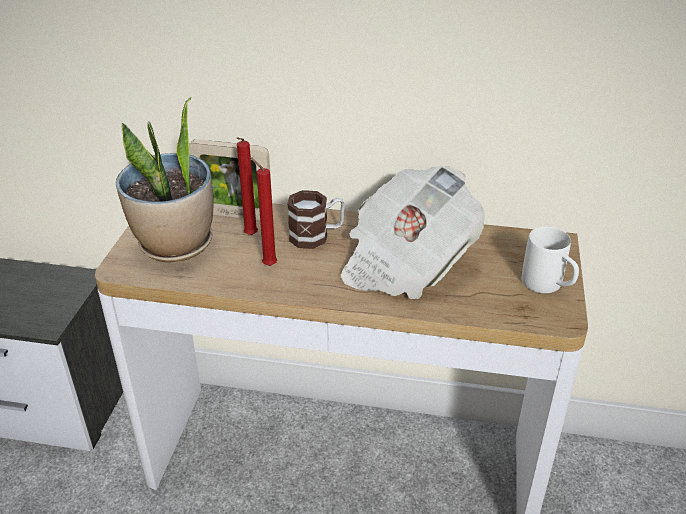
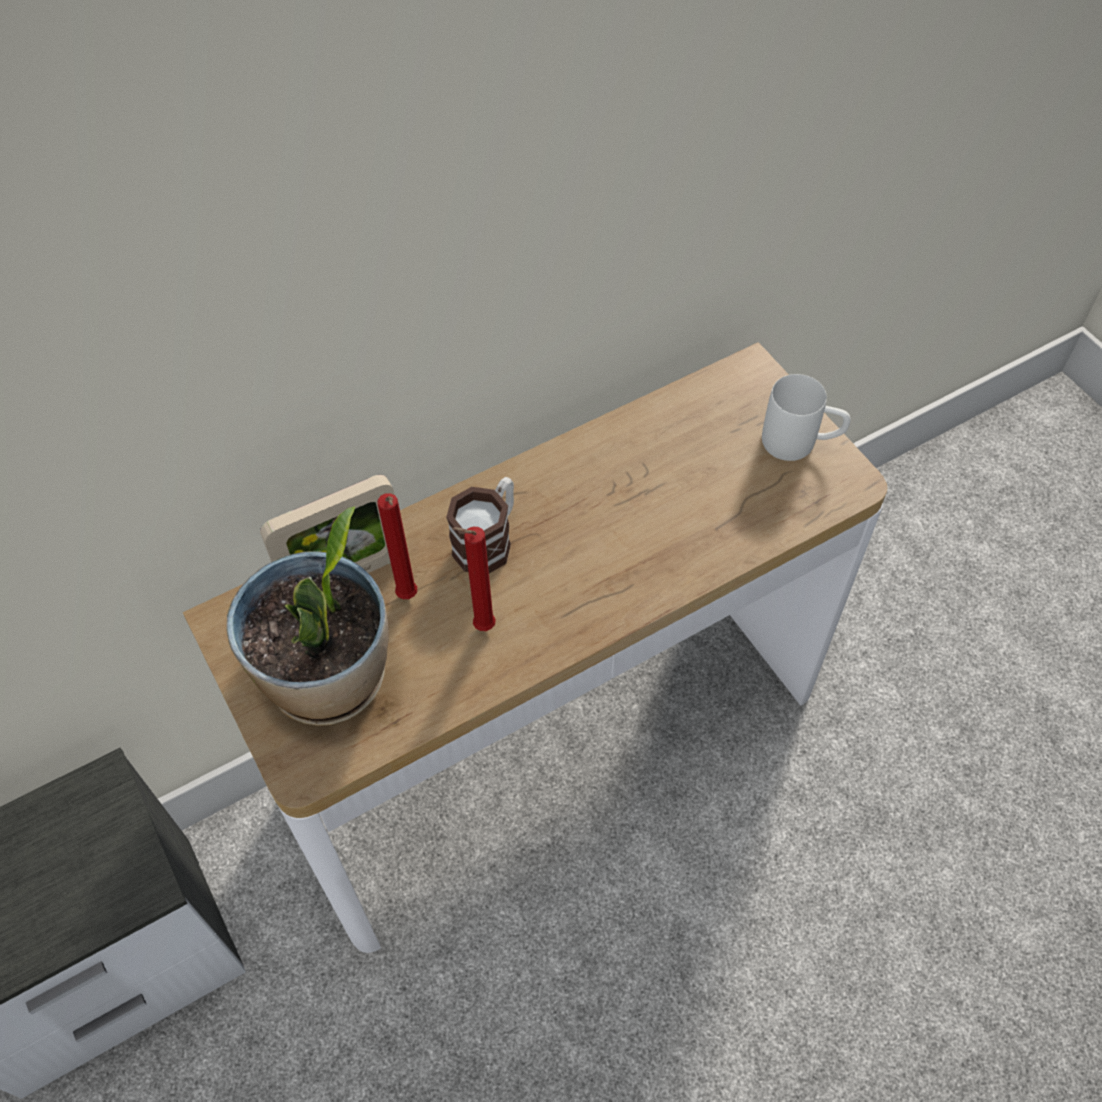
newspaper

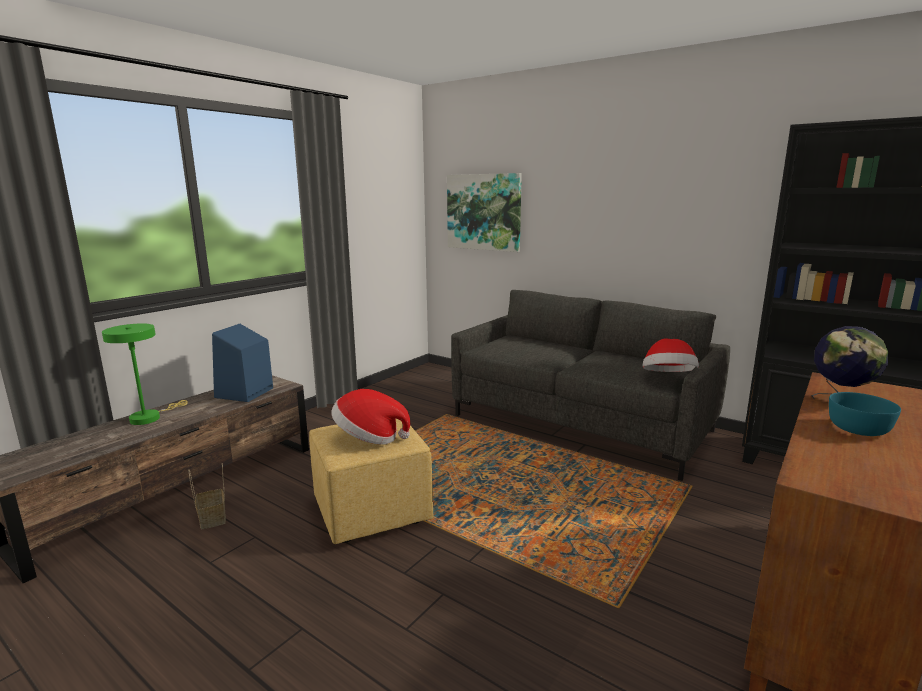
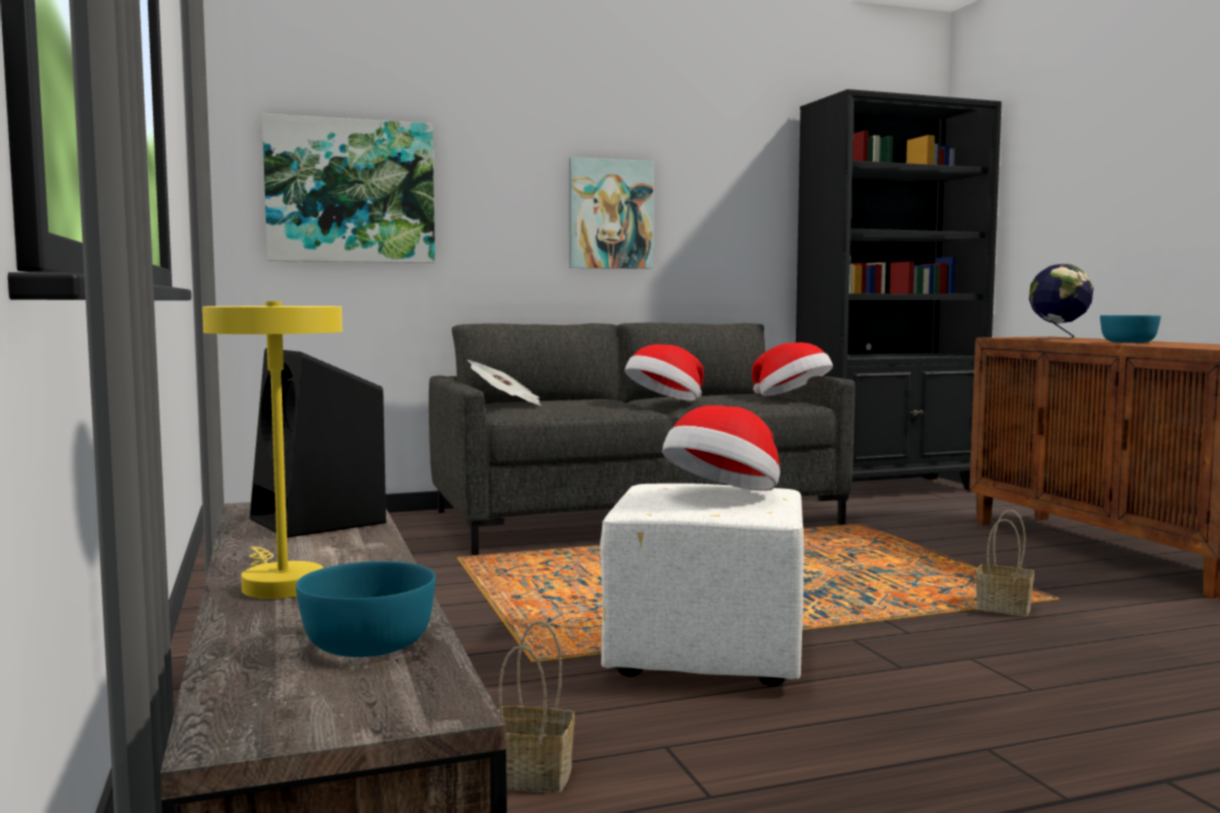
yellow table lamp
black speaker
white ottoman
turquoise bowl (1st from left)
newspaper
picture (2nd from left)
hat (1st from left)
basket (2nd from left)

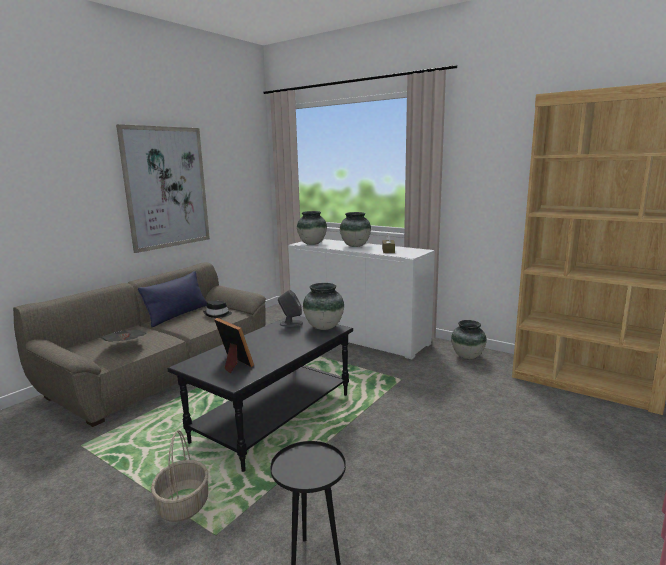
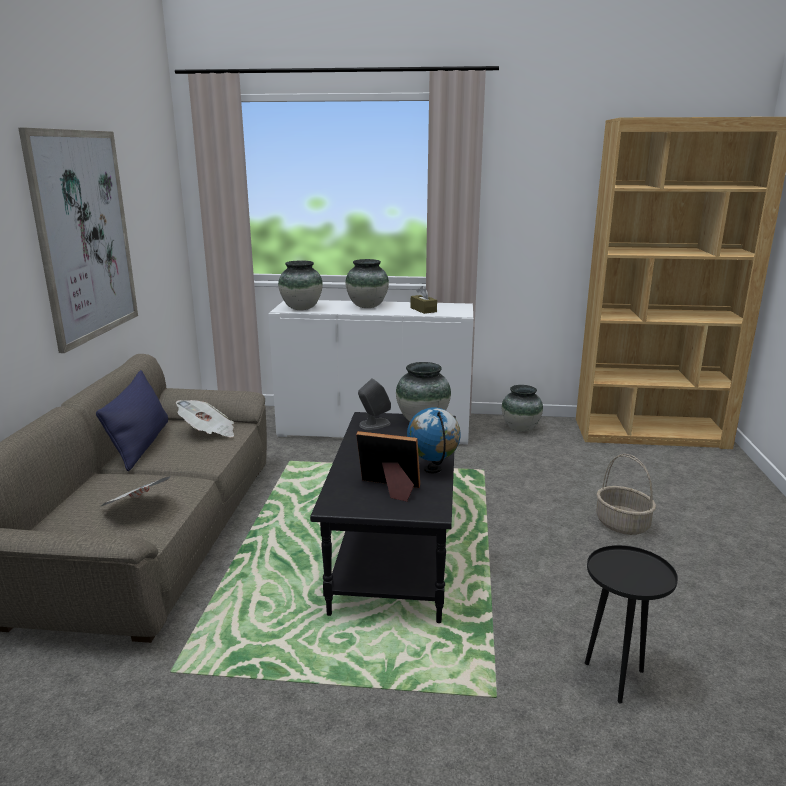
basket
newspaper (2nd from left)
globe

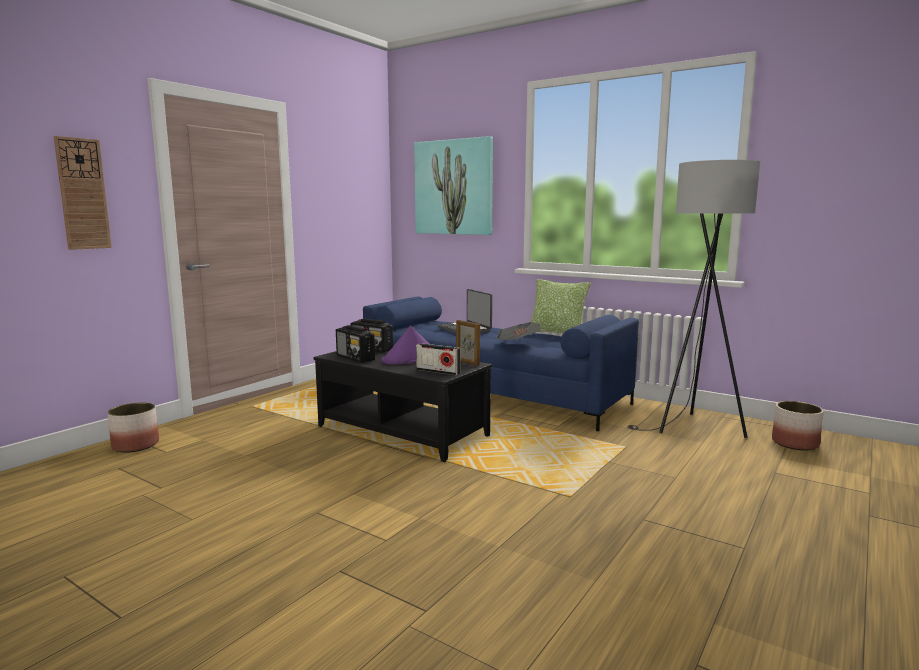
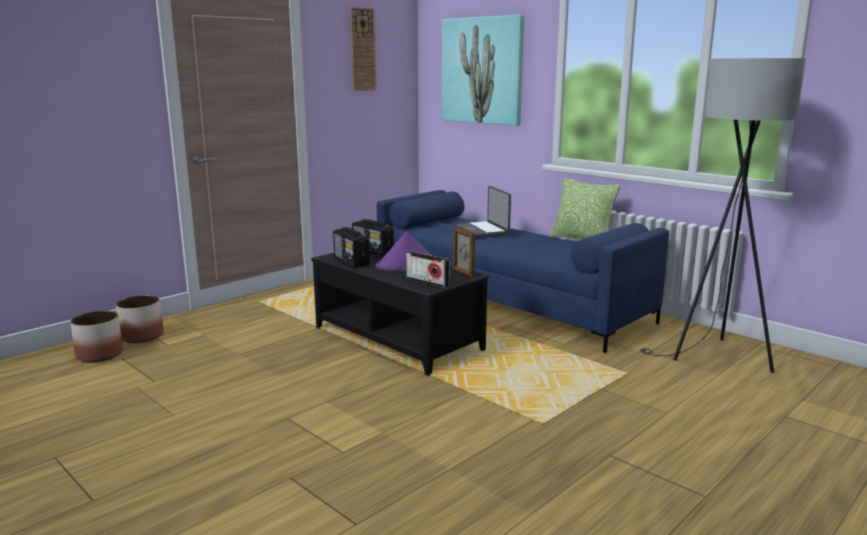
wall clock
newspaper
planter (1st from left)

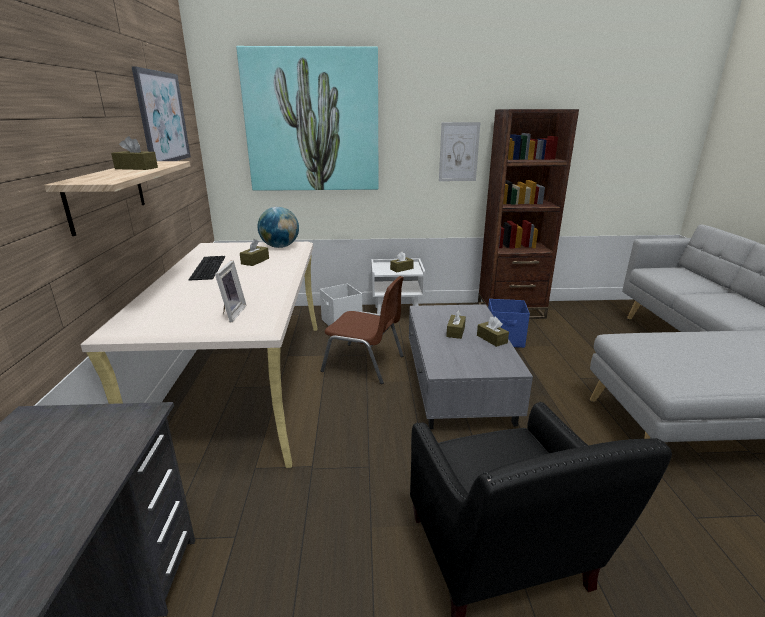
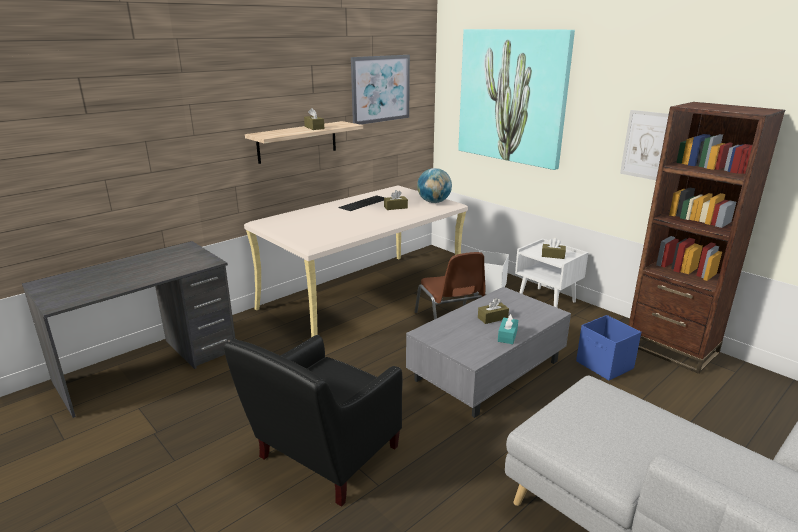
picture frame
turquoise tissue box

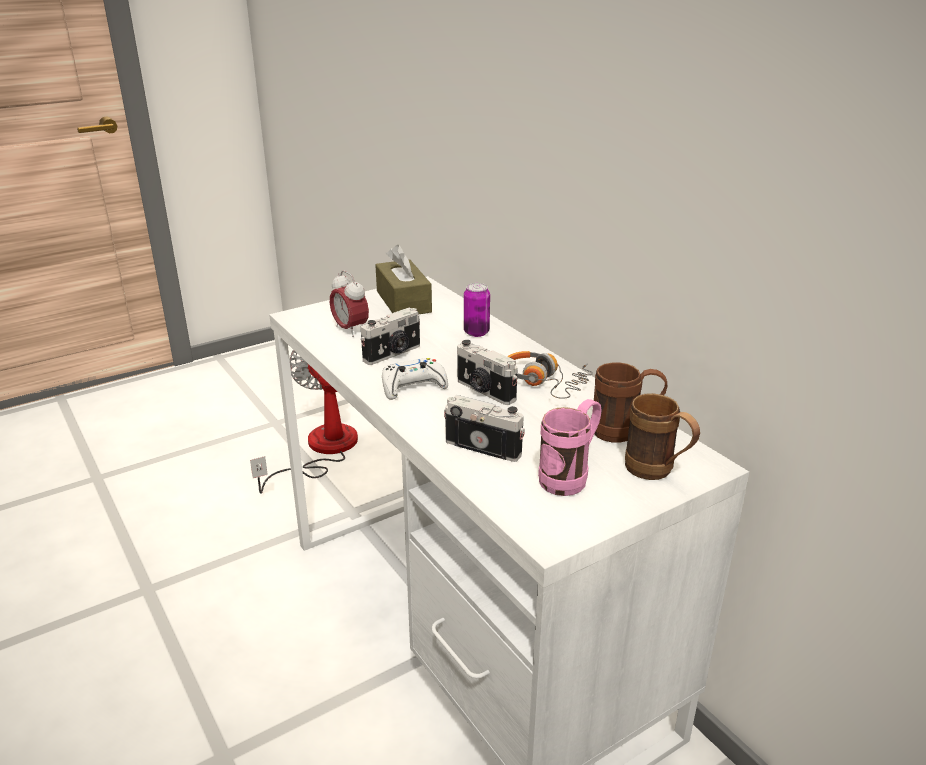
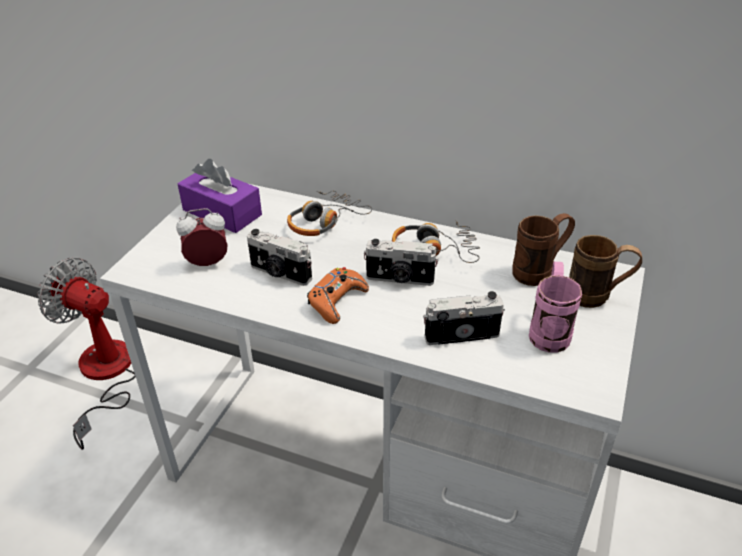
alarm clock
photo camera (1st from left)
purple tissue box
orange game controller
headphones (1st from left)

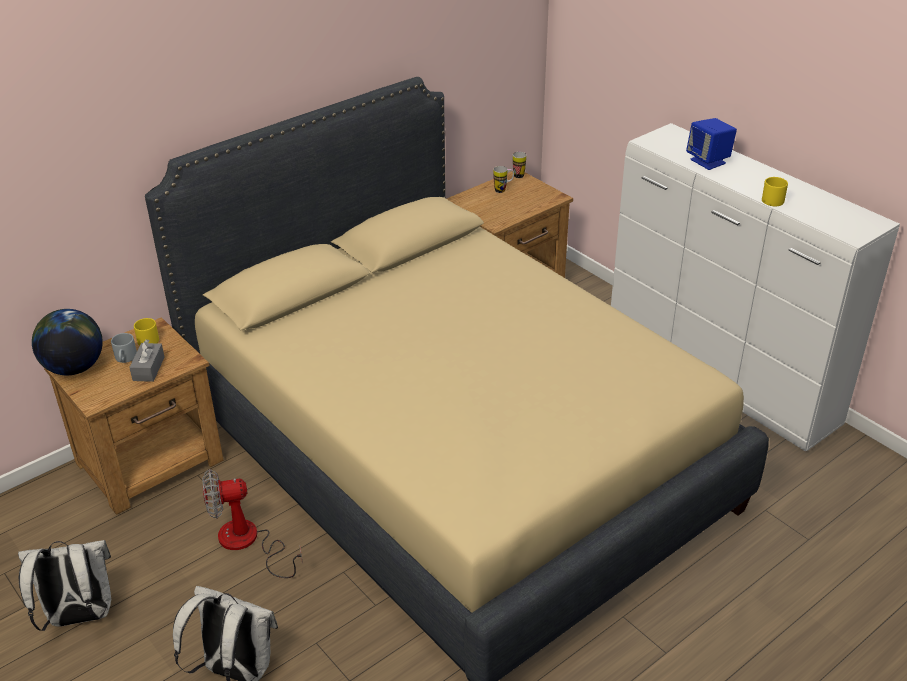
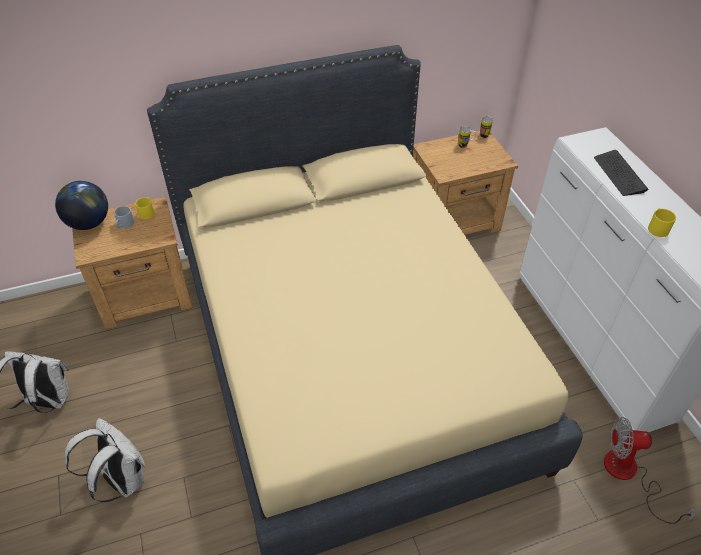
grey tissue box
fan
keyboard

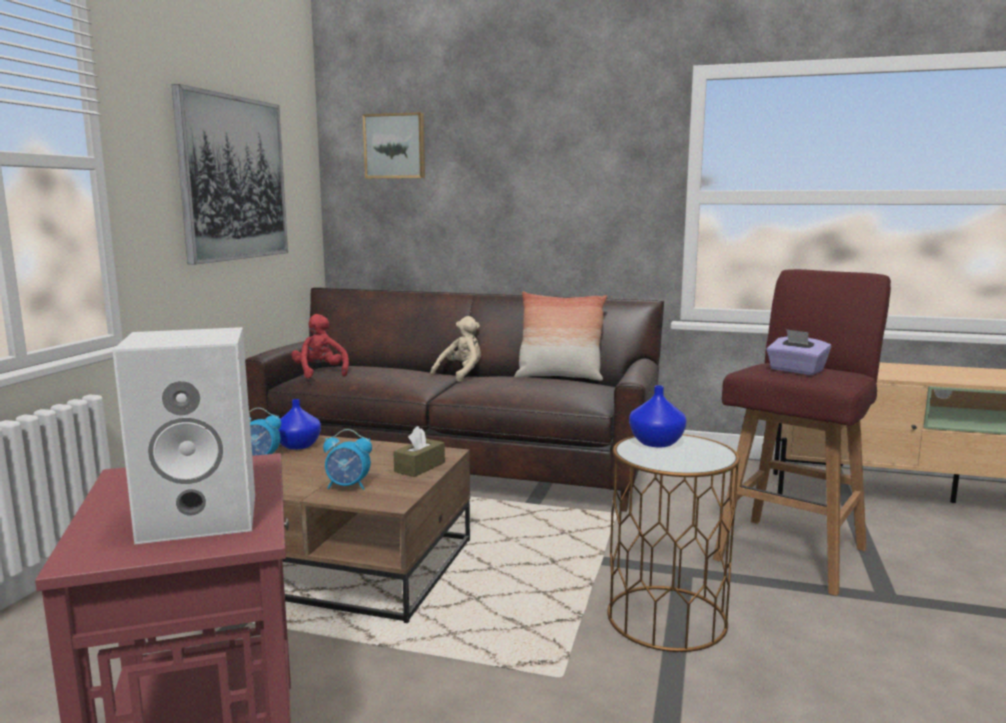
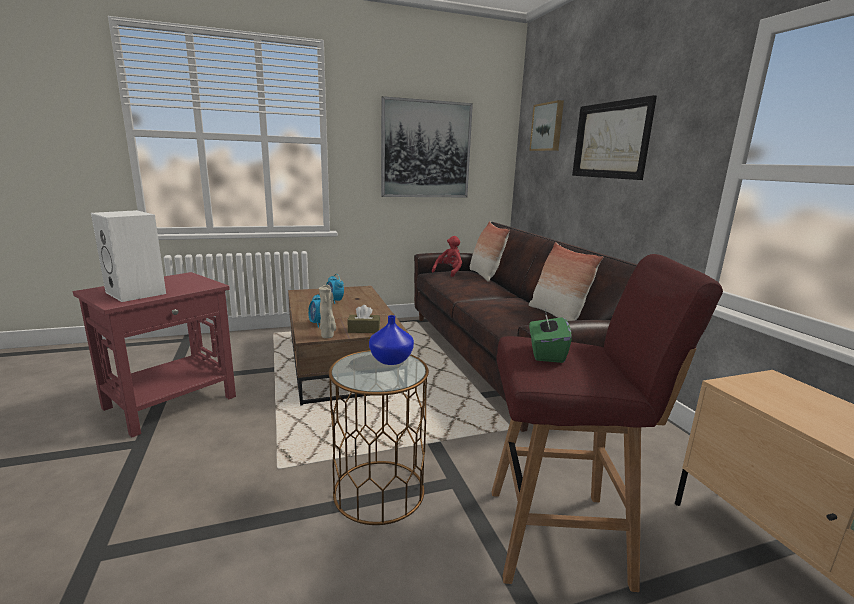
blue vase (1st from left in the first image)
beige plush toy
green tissue box
beige vase
pillow (1st from left)
picture (3rd from left)

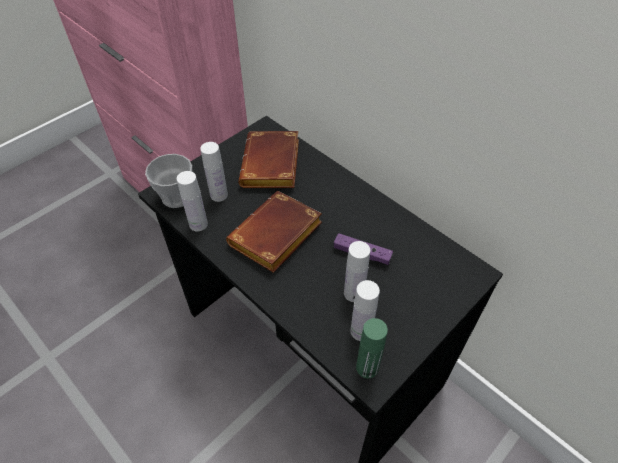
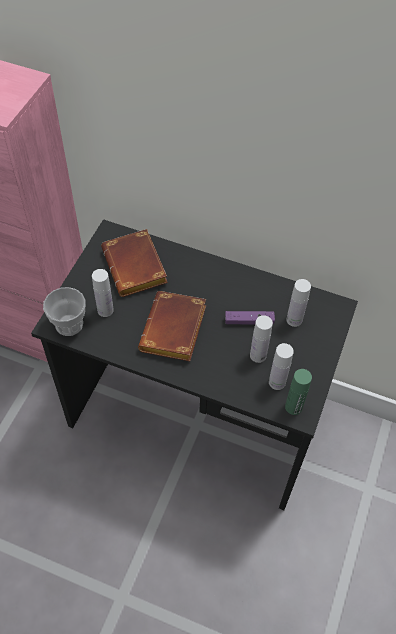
white bottle (4th from left)

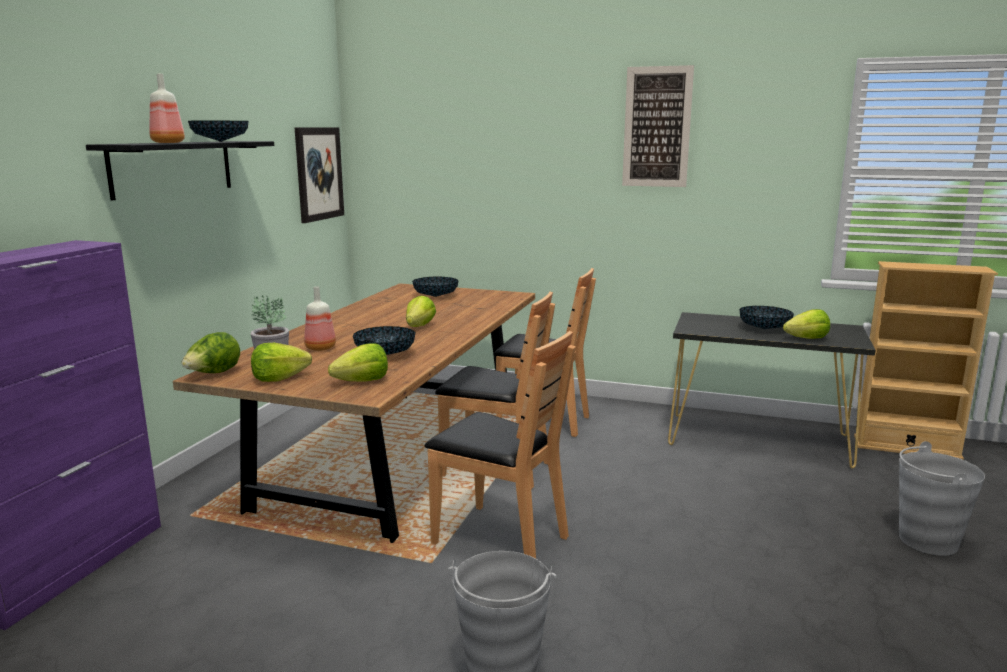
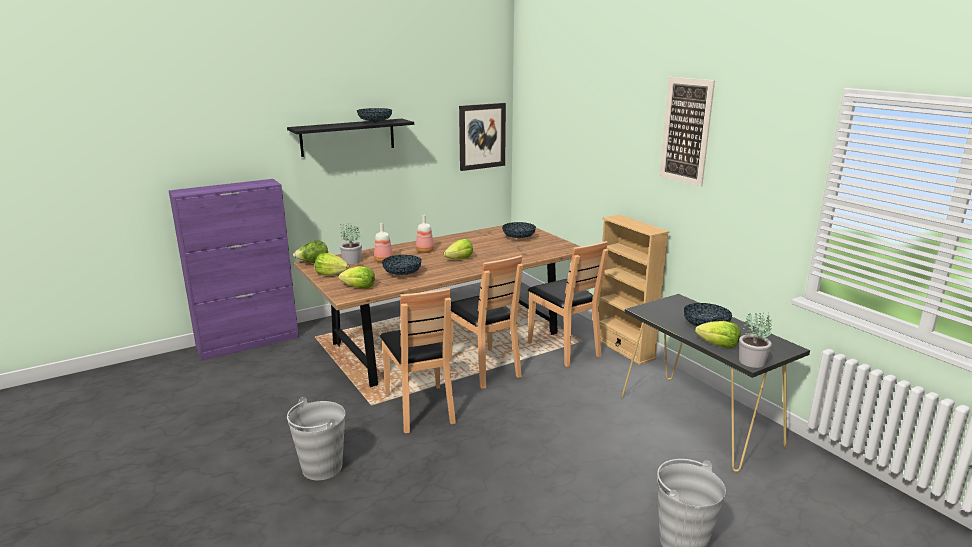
bottle (2nd from left)
beige bookcase
potted plant (2nd from left)

